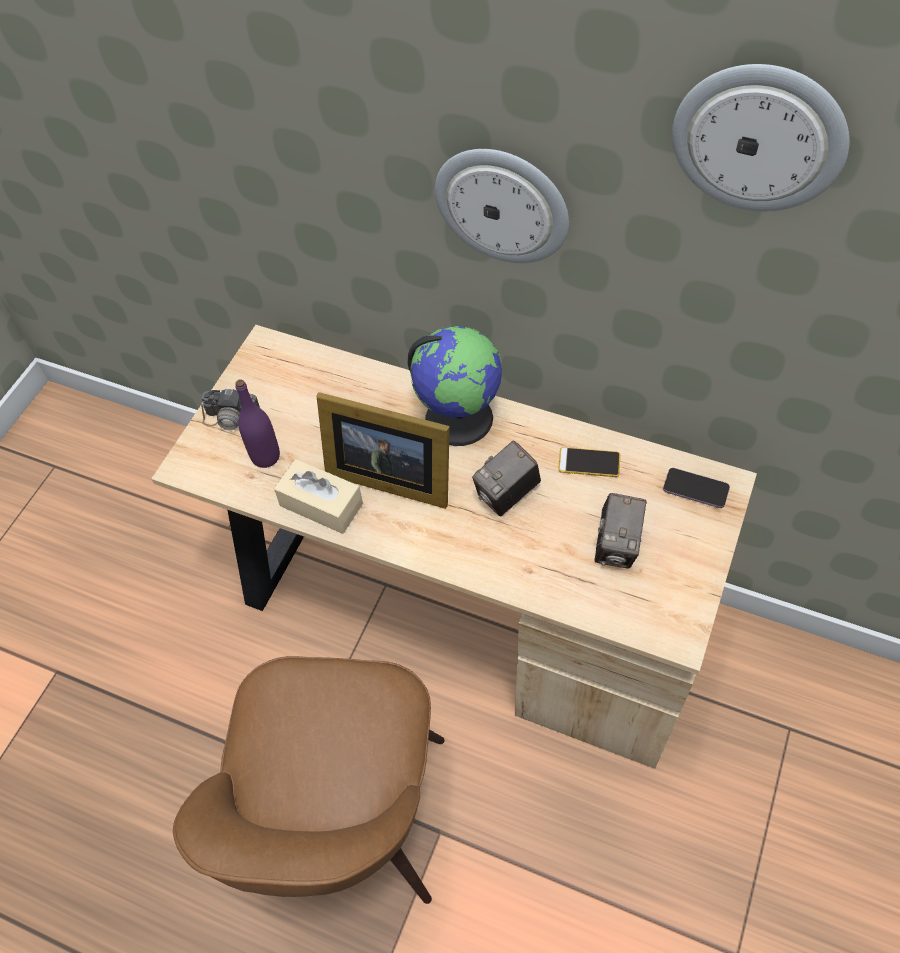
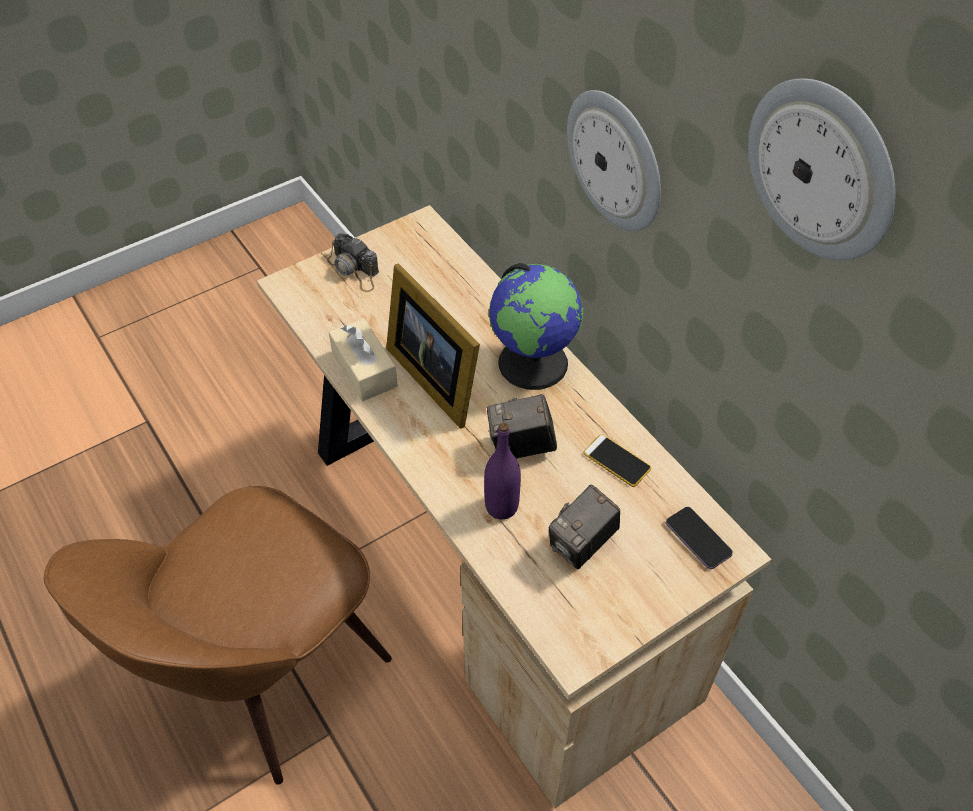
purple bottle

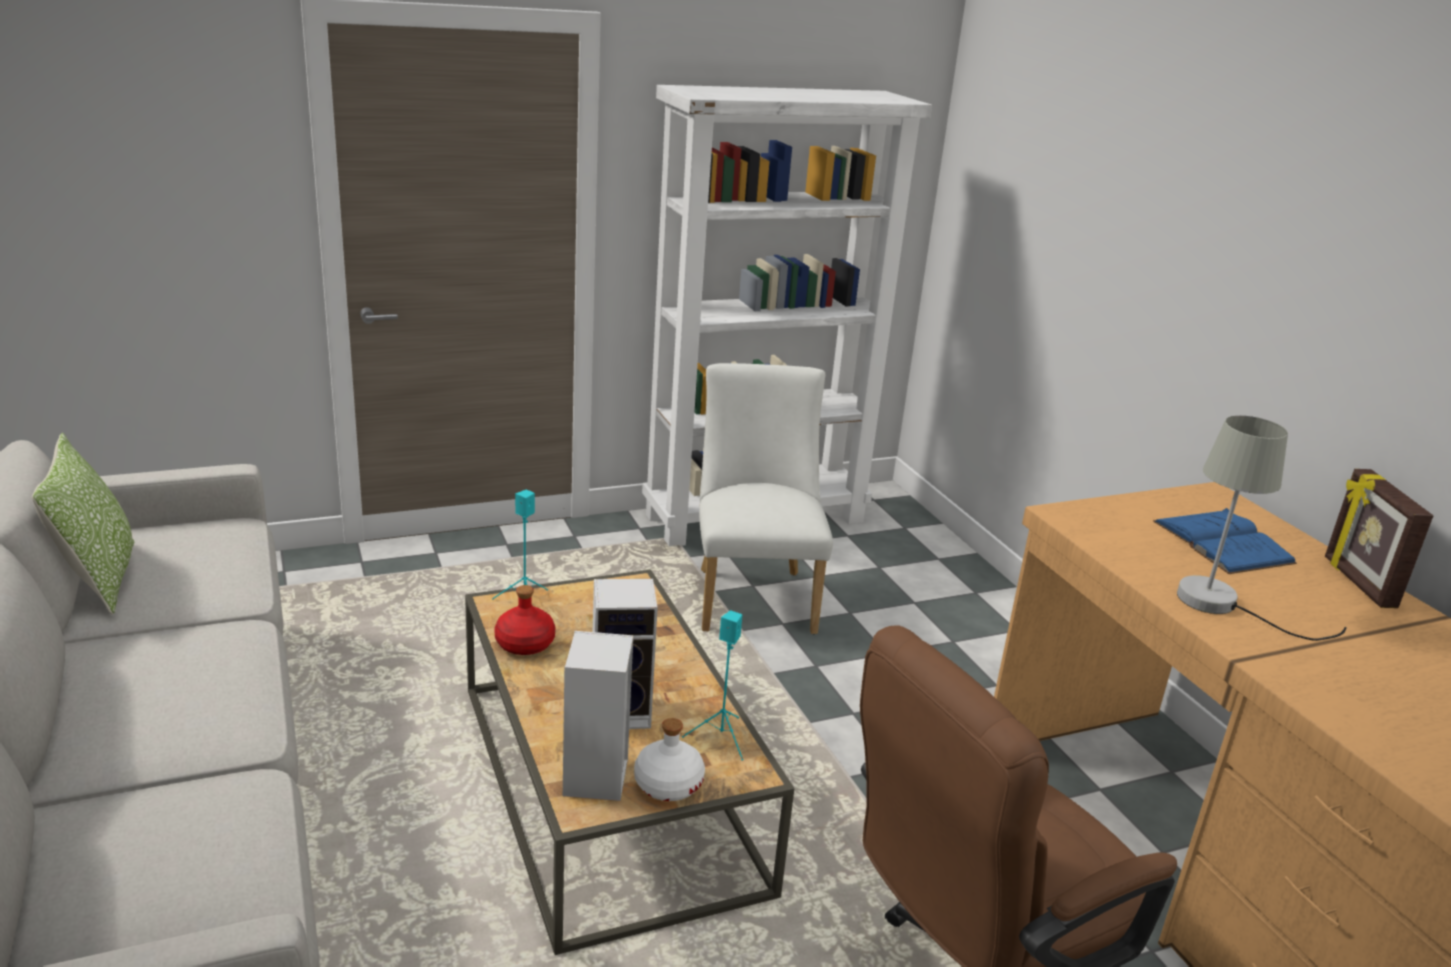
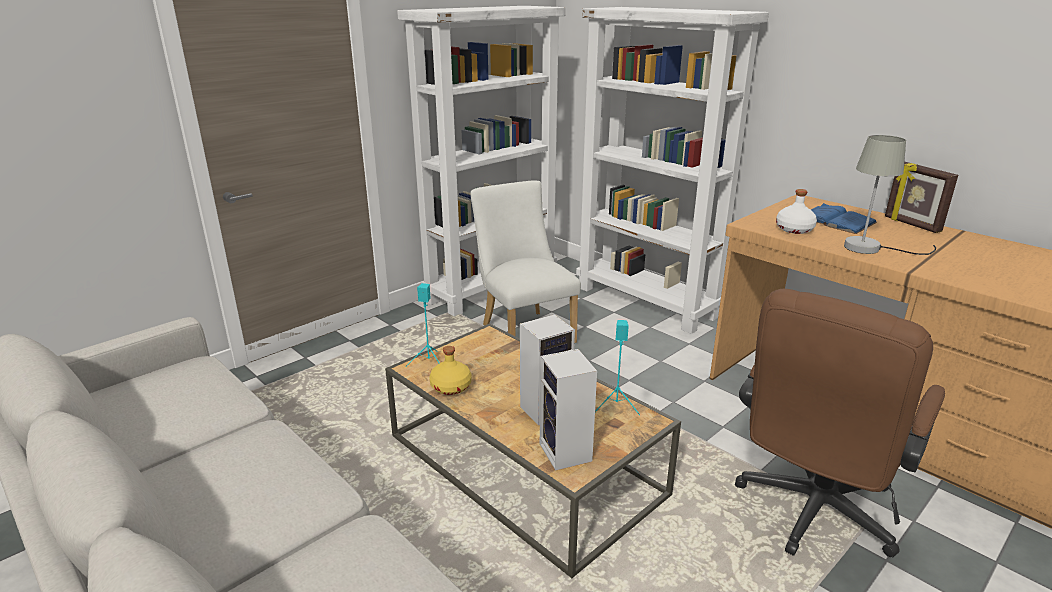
pillow
yellow bottle
white bottle
white bookcase (2nd from left)

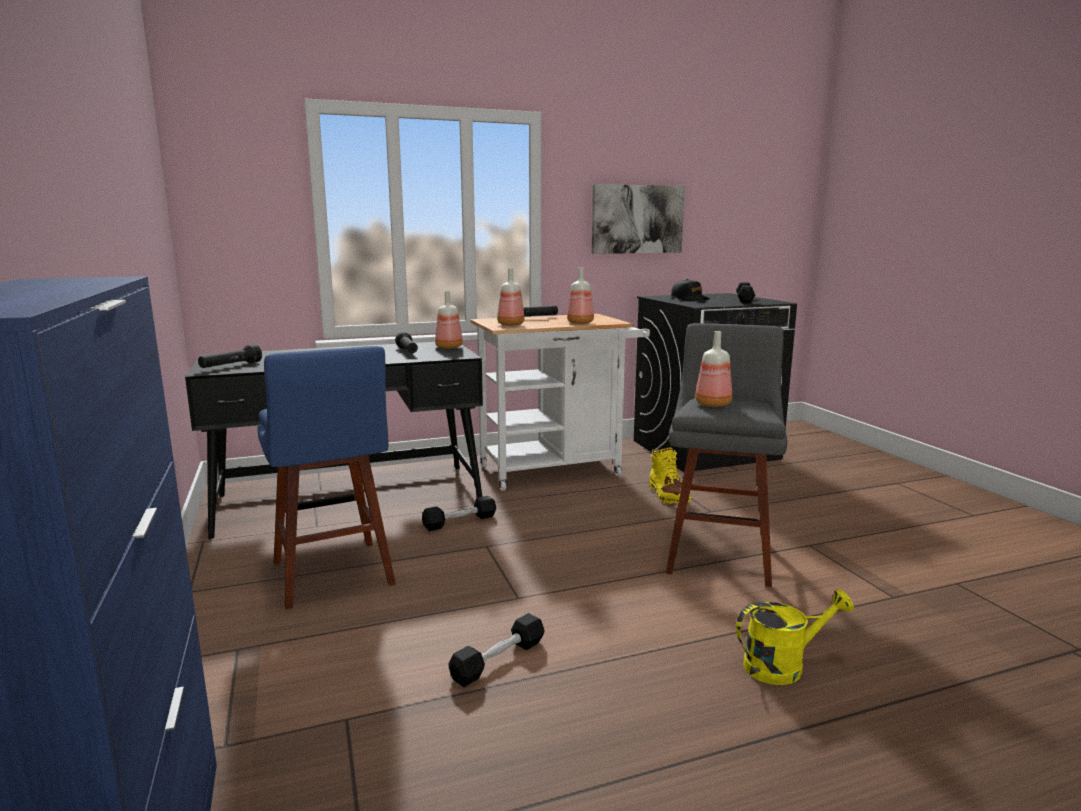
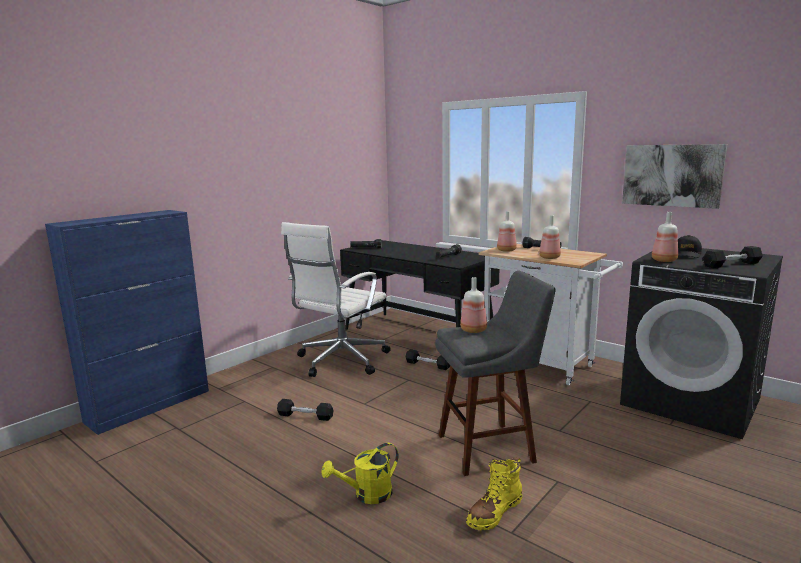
white office chair
bottle (4th from left)
yellow boot
yellow watering can

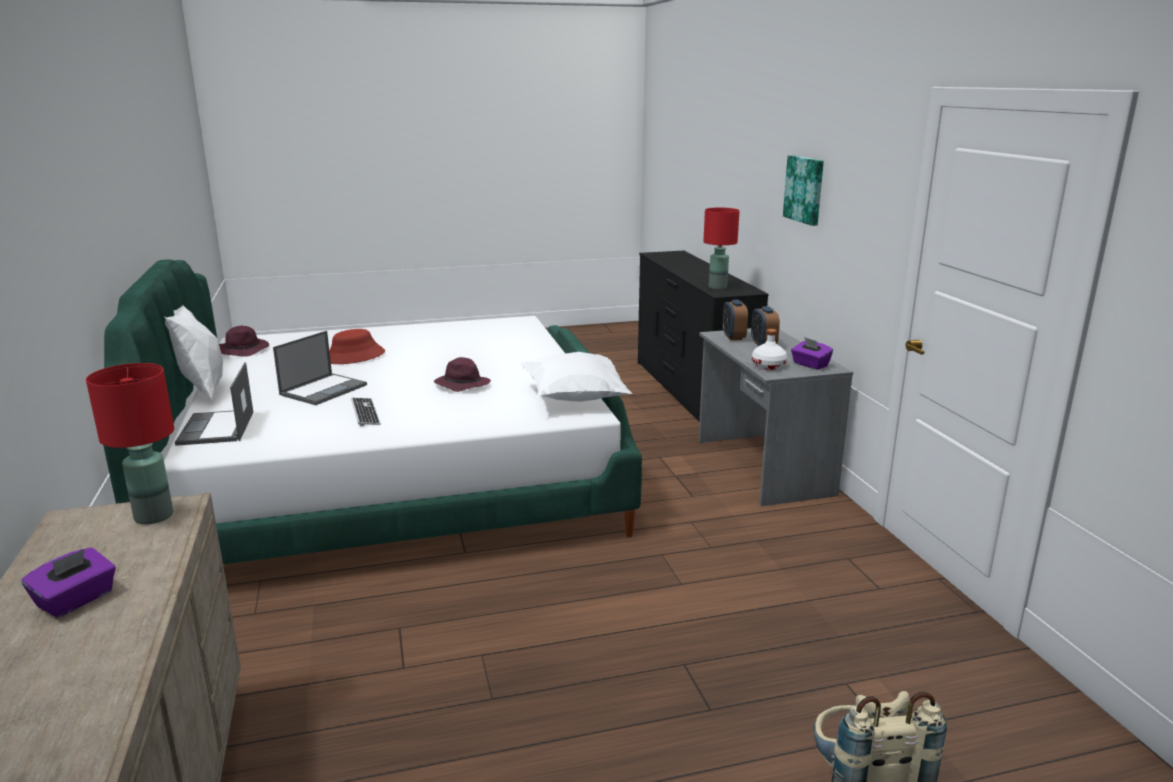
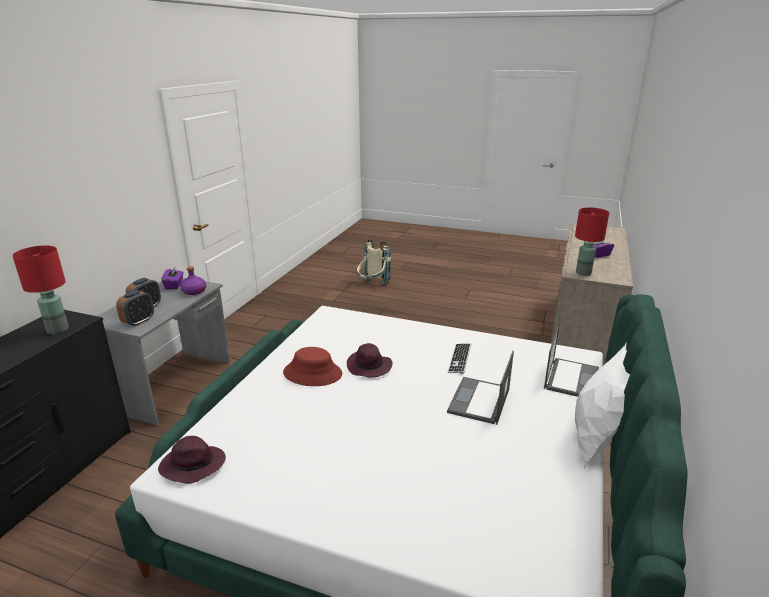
purple hat (1st from left)
laptop (1st from left)
red hat
white pillow (2nd from left in the first image)
purple bottle
picture

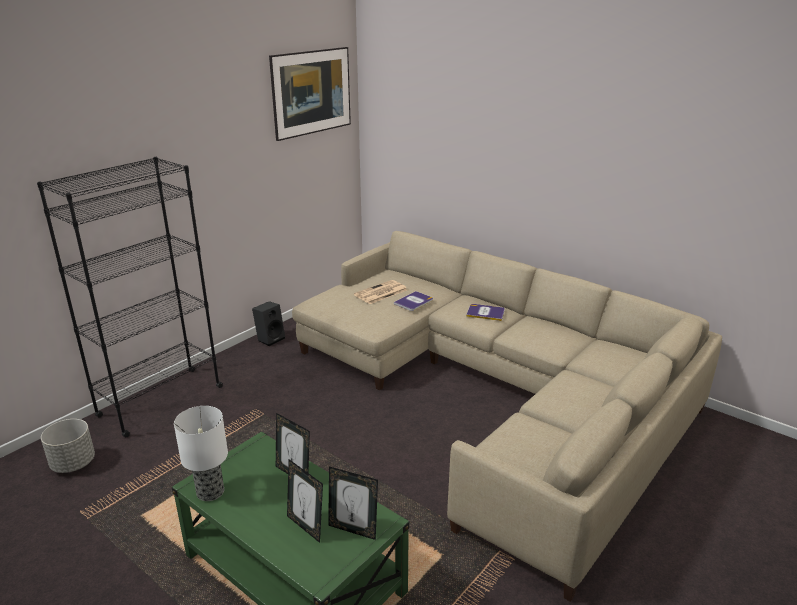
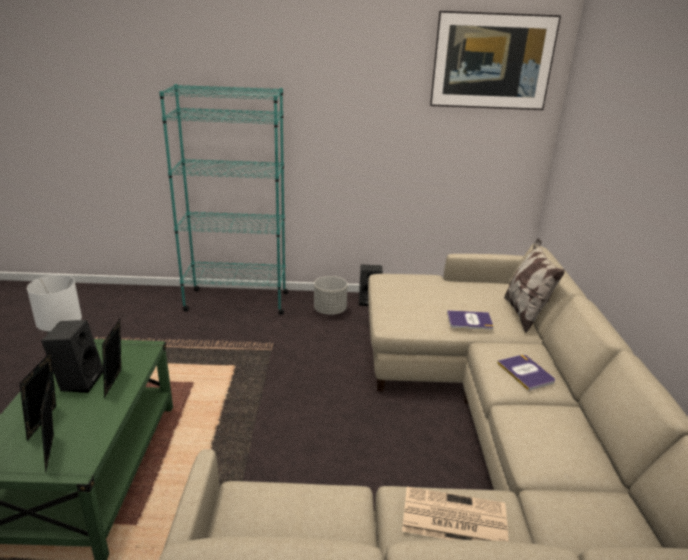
turquoise bookcase
grey planter
newspaper
black speaker (1st from left)
pillow

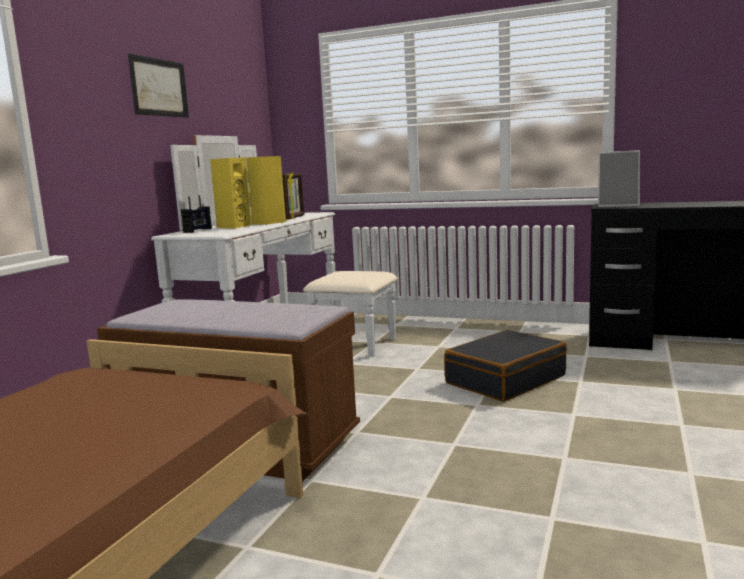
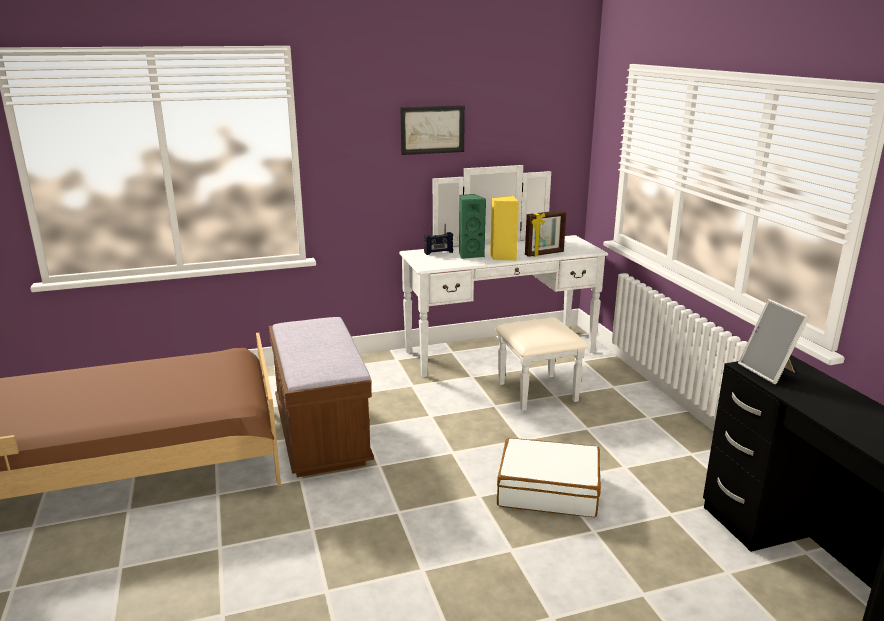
green speaker
white suitcase

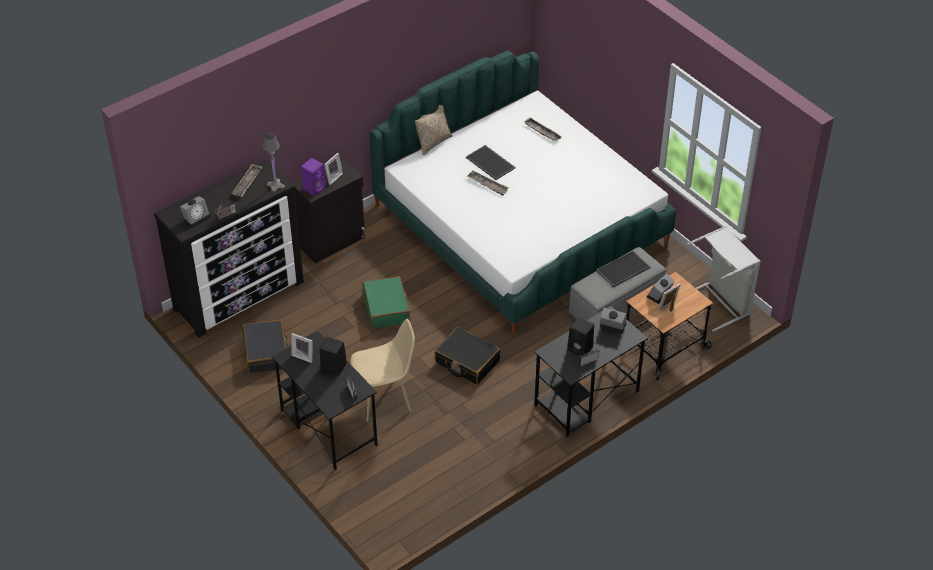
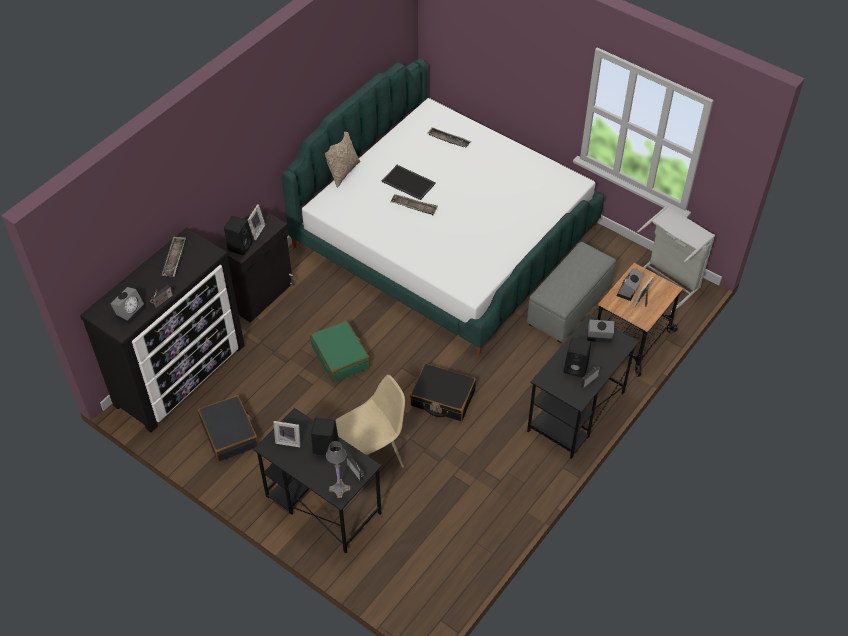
grey table lamp
black speaker (1st from left)
tray (5th from left in the first image)

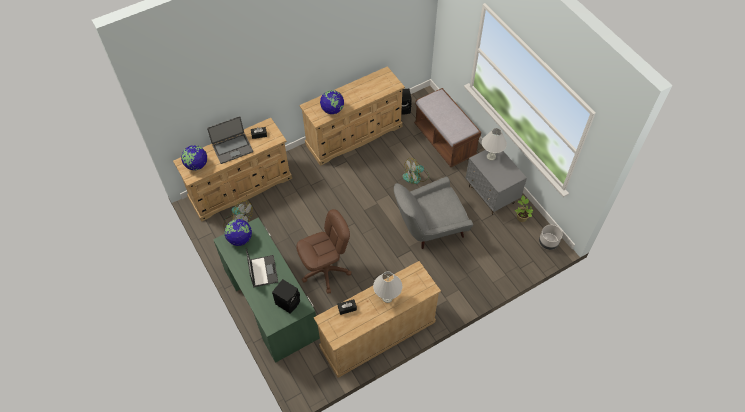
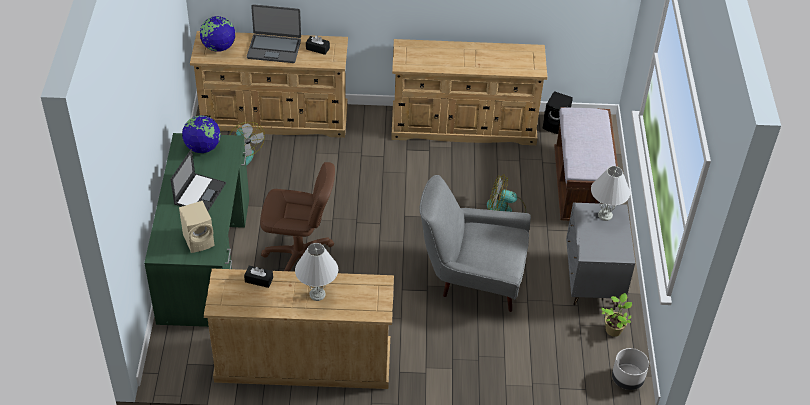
beige speaker
globe (3rd from left in the first image)

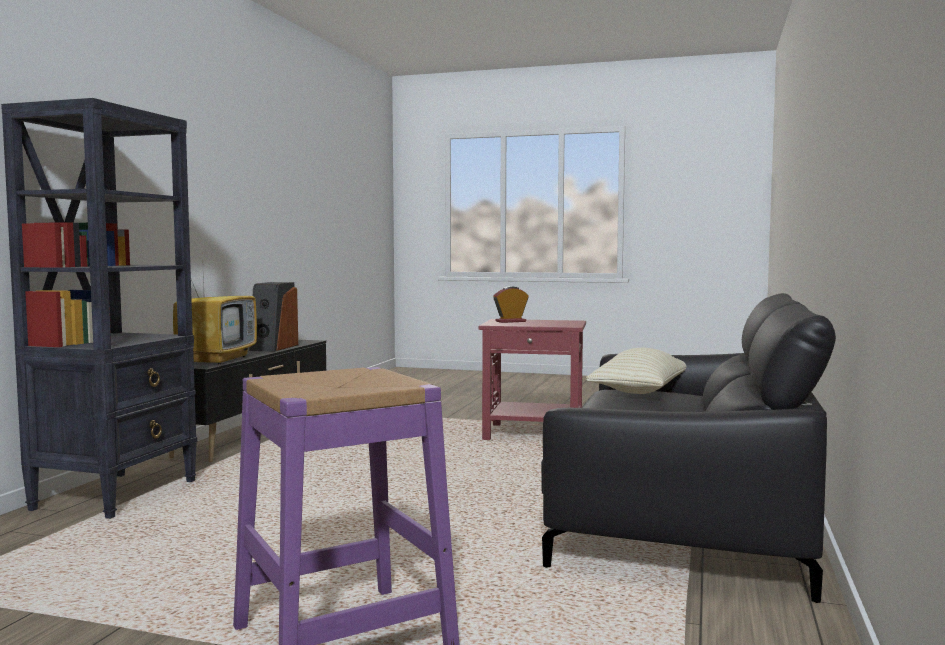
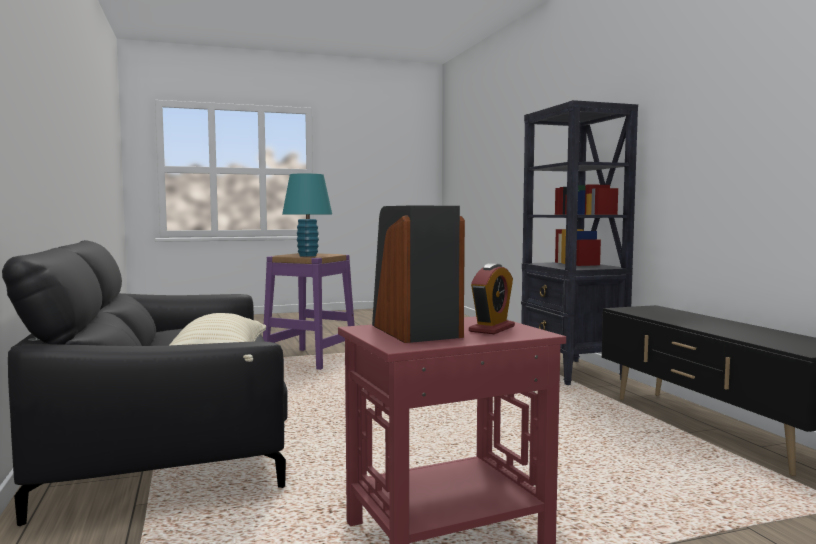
television
speaker
turquoise table lamp

